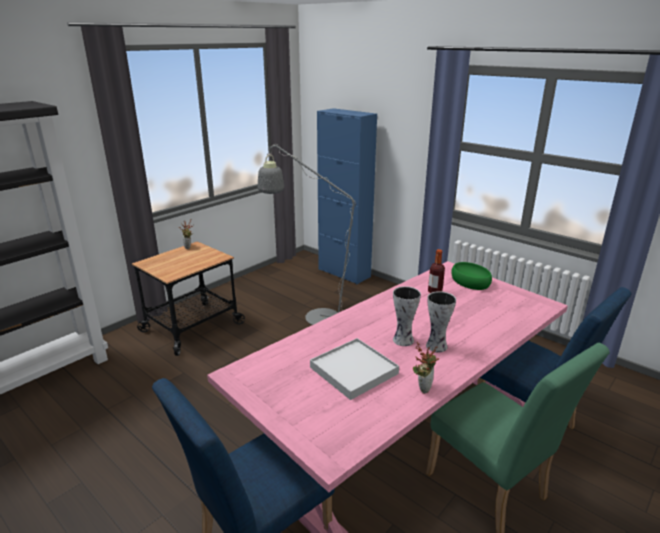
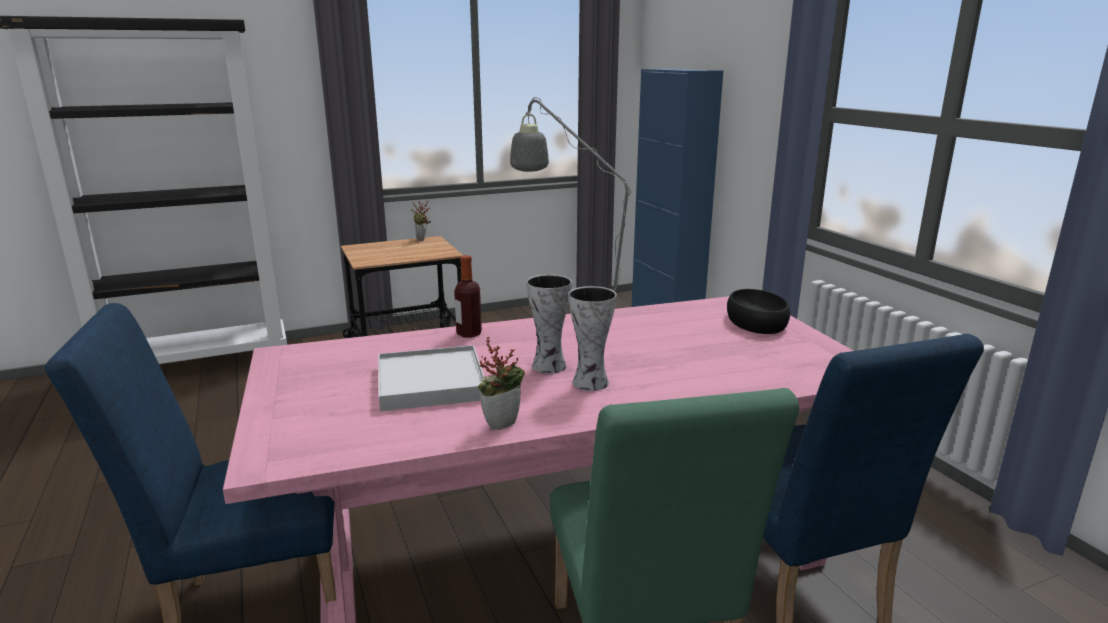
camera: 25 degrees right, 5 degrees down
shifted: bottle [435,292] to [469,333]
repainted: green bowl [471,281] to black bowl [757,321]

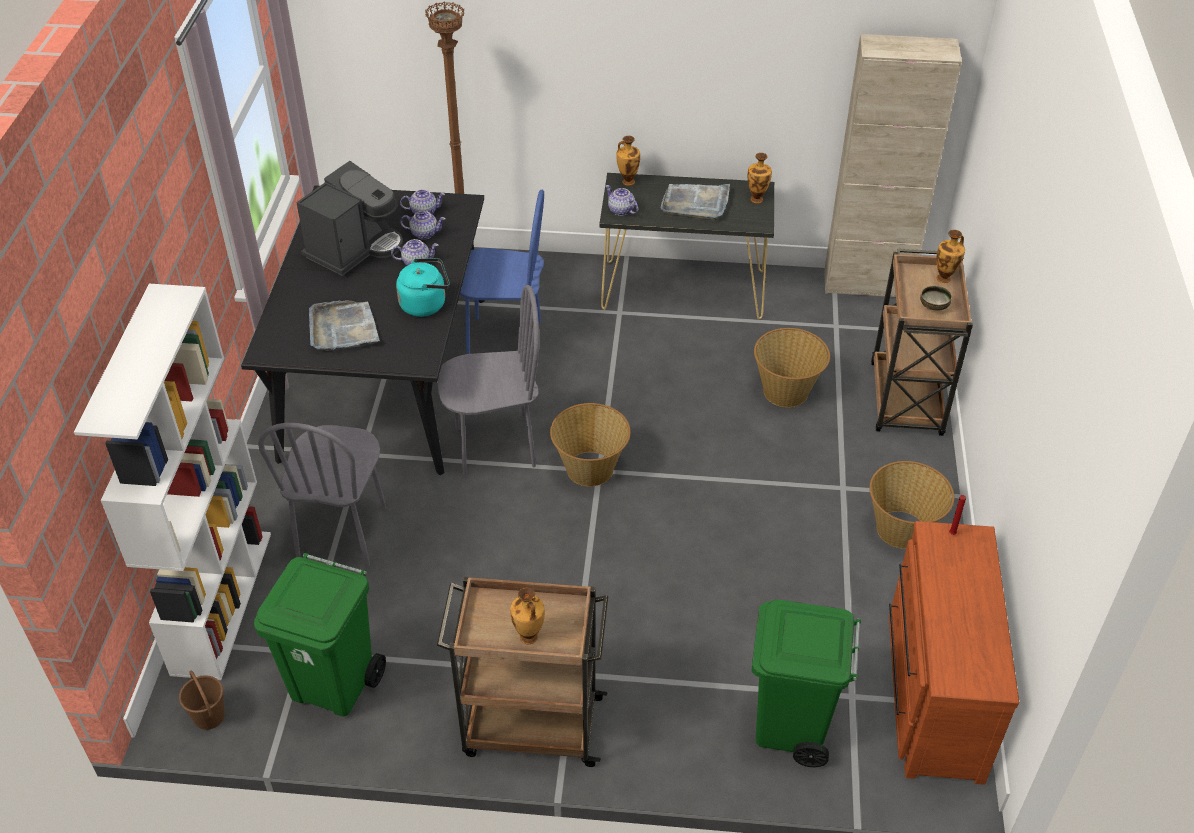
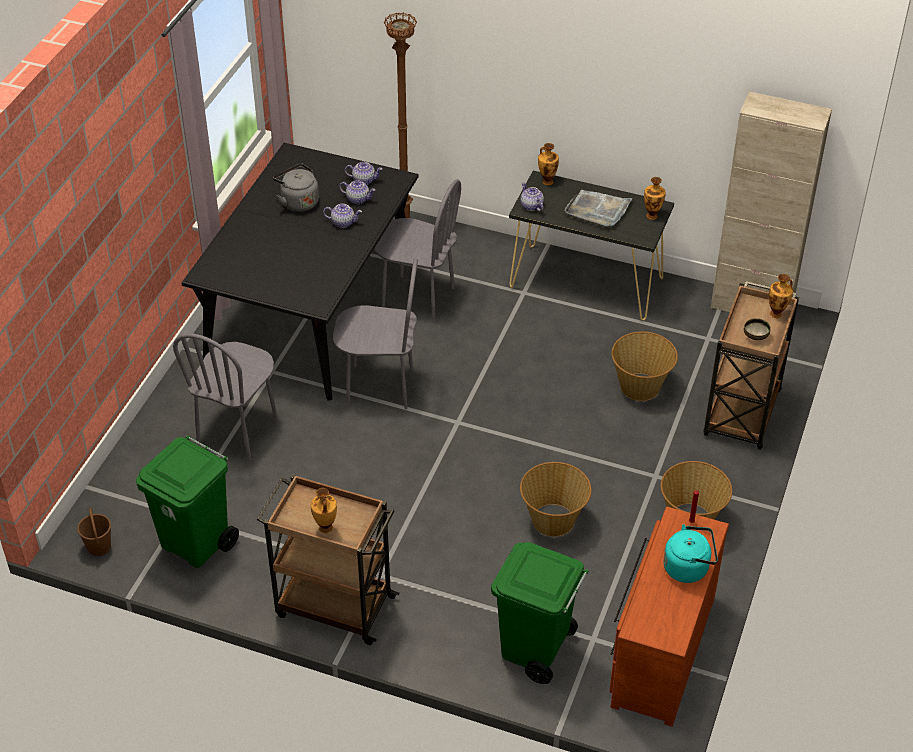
camera: 15 degrees right, 0 degrees up
gone: white bookcase [221,601]; grey tray [343,329]
shifted: turquoise kettle [426,304] to [688,568]; basket [590,469] to [553,520]
swapped: coffee machine [354,248] to grey kettle [298,202]
repainted: blue chair [504,339] to grey chair [418,298]

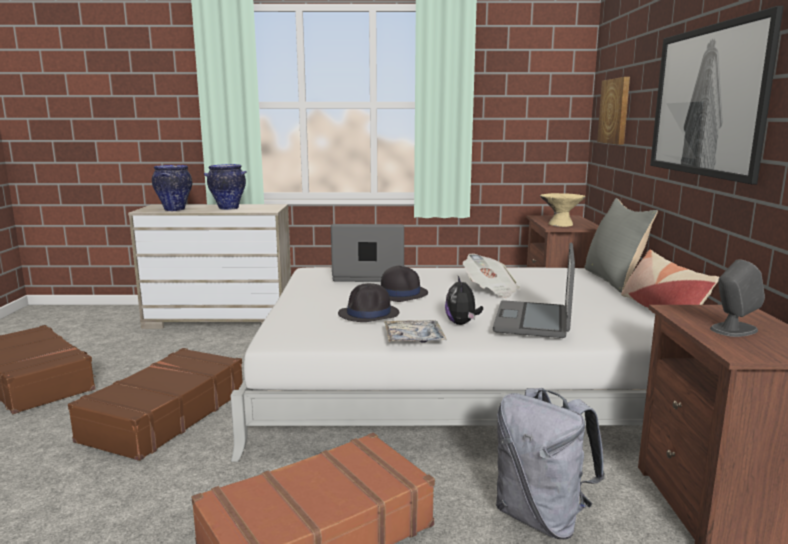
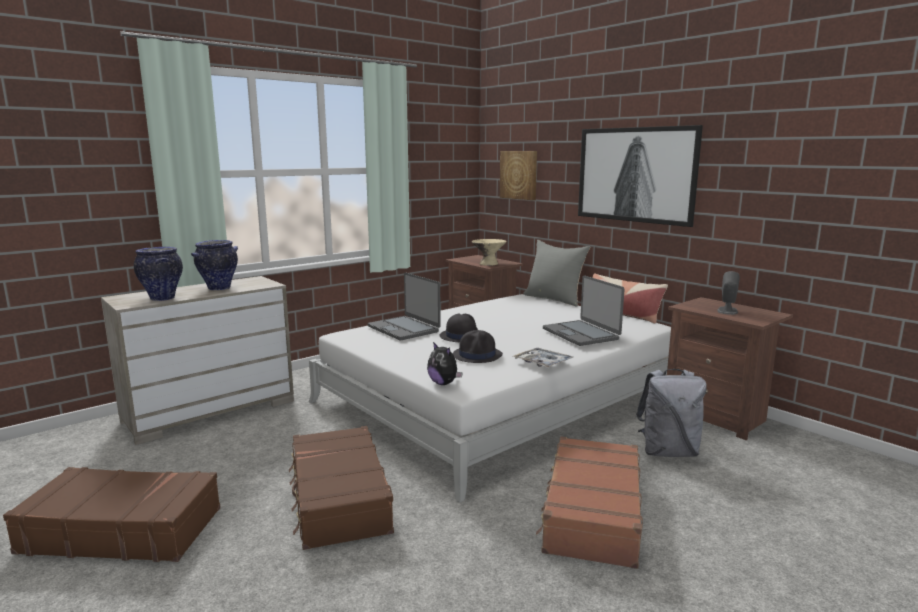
camera: 40 degrees left, 0 degrees up
gone: newspaper [490,290]
shifted: plush toy [462,323] to [444,383]
rotated: laptop [369,276] = [404,329] 90 degrees counterclockwise

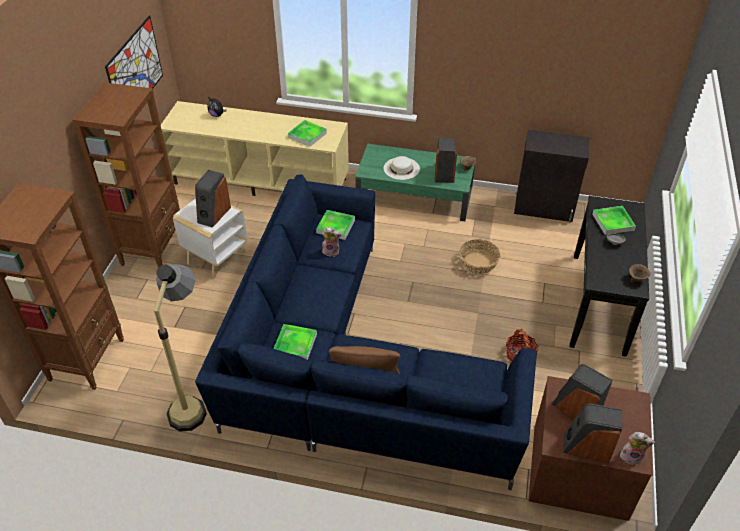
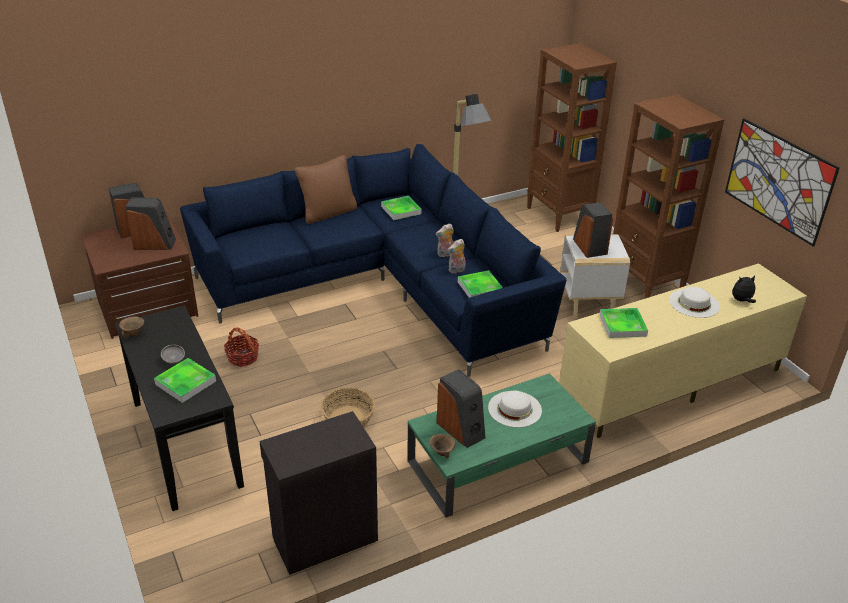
camera: 140 degrees right, 10 degrees down
new: white hat [694,303]
shifted: plush toy [631,456] to [445,254]

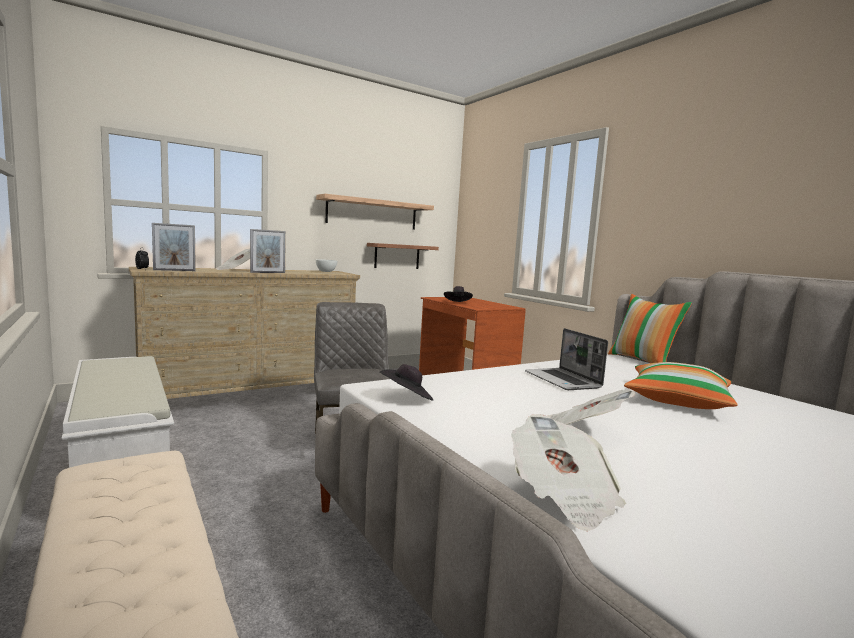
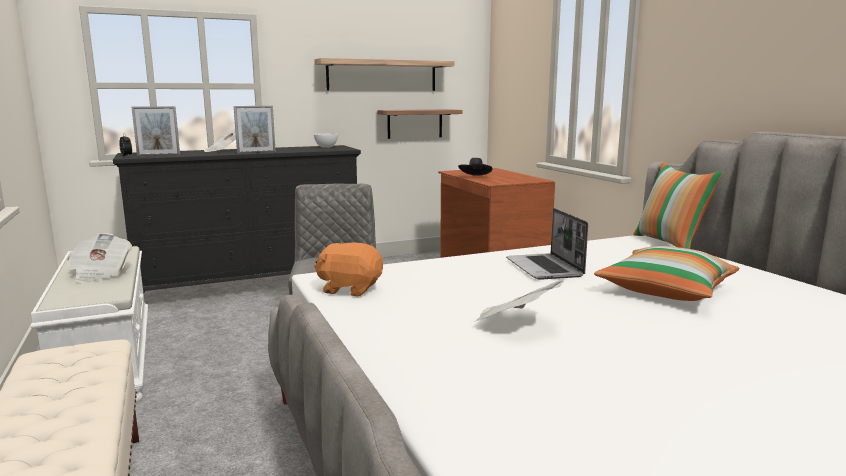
camera: 10 degrees right, 5 degrees up
shifted: newspaper [563,497] to [100,273]
swapped: black hat [407,398] to orange plush toy [350,289]
repainted: beige dresser [252,396] to black dresser [252,286]

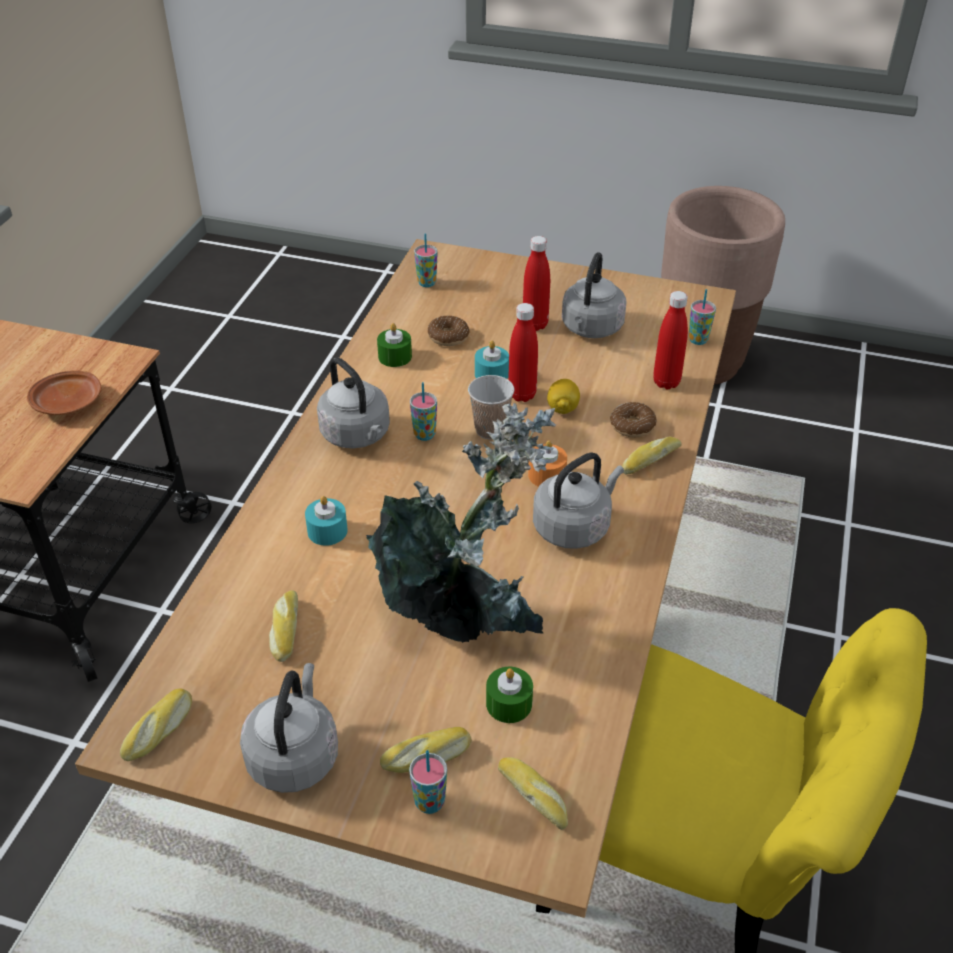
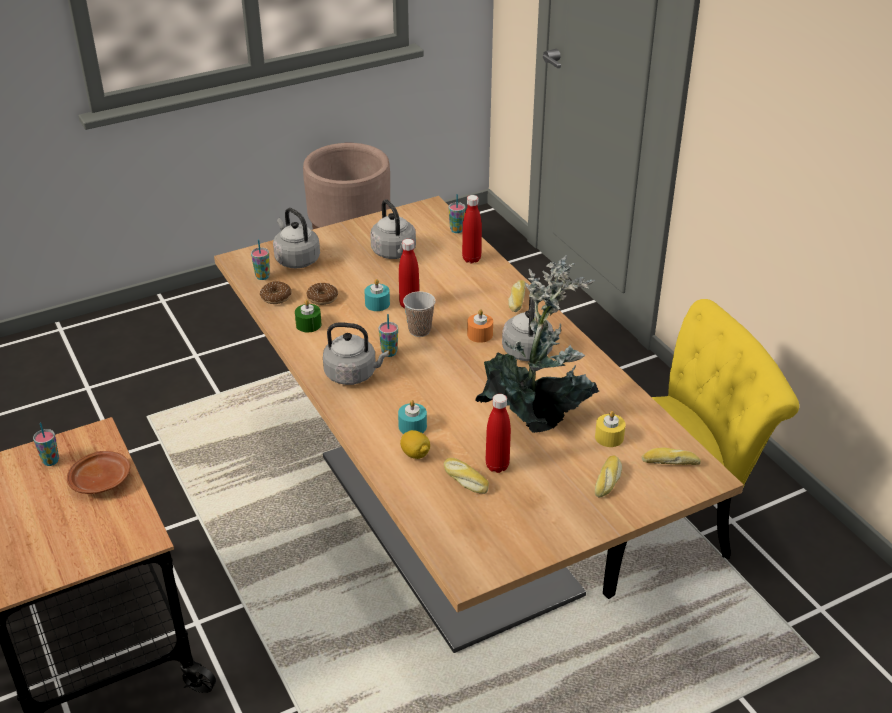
camera: 45 degrees left, 5 degrees down
gone: bread [160,731]
shifted: grey kettle [294,755] to [296,259]; cup [429,802] to [51,461]; red bottle [535,324] to [497,466]; lemon [562,408] to [415,454]; donut [632,426] to [276,297]
repainted: green candle [509,703] to yellow candle [609,437]

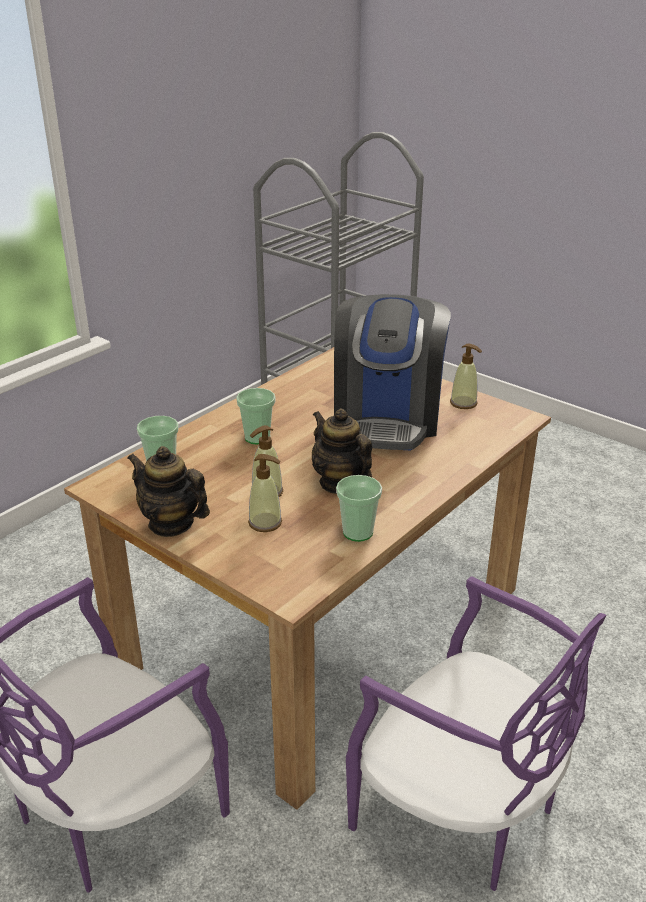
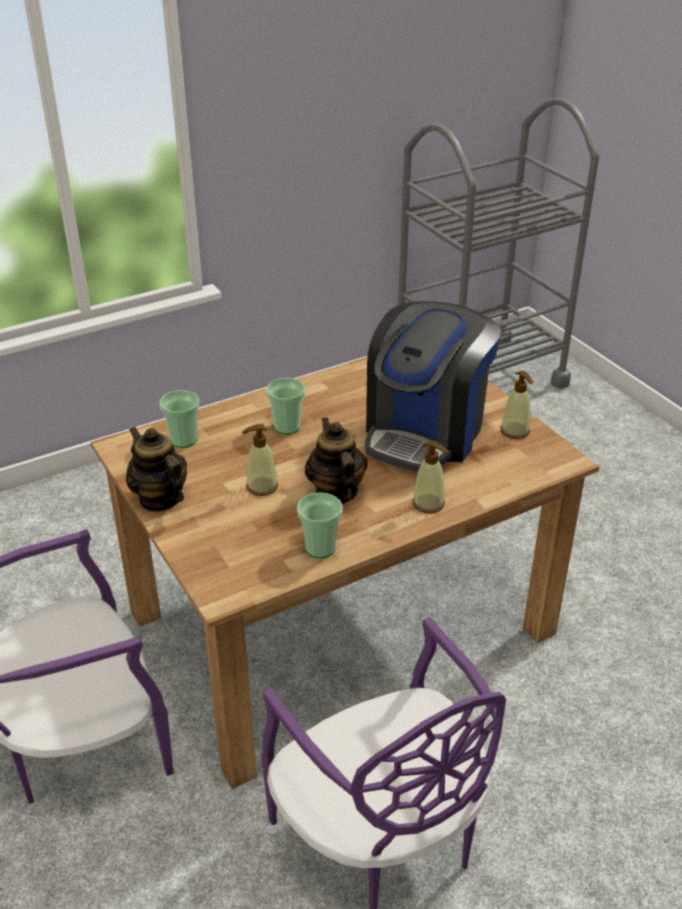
camera: 20 degrees right, 5 degrees up
shifted: soap dispenser [265,523] to [428,504]

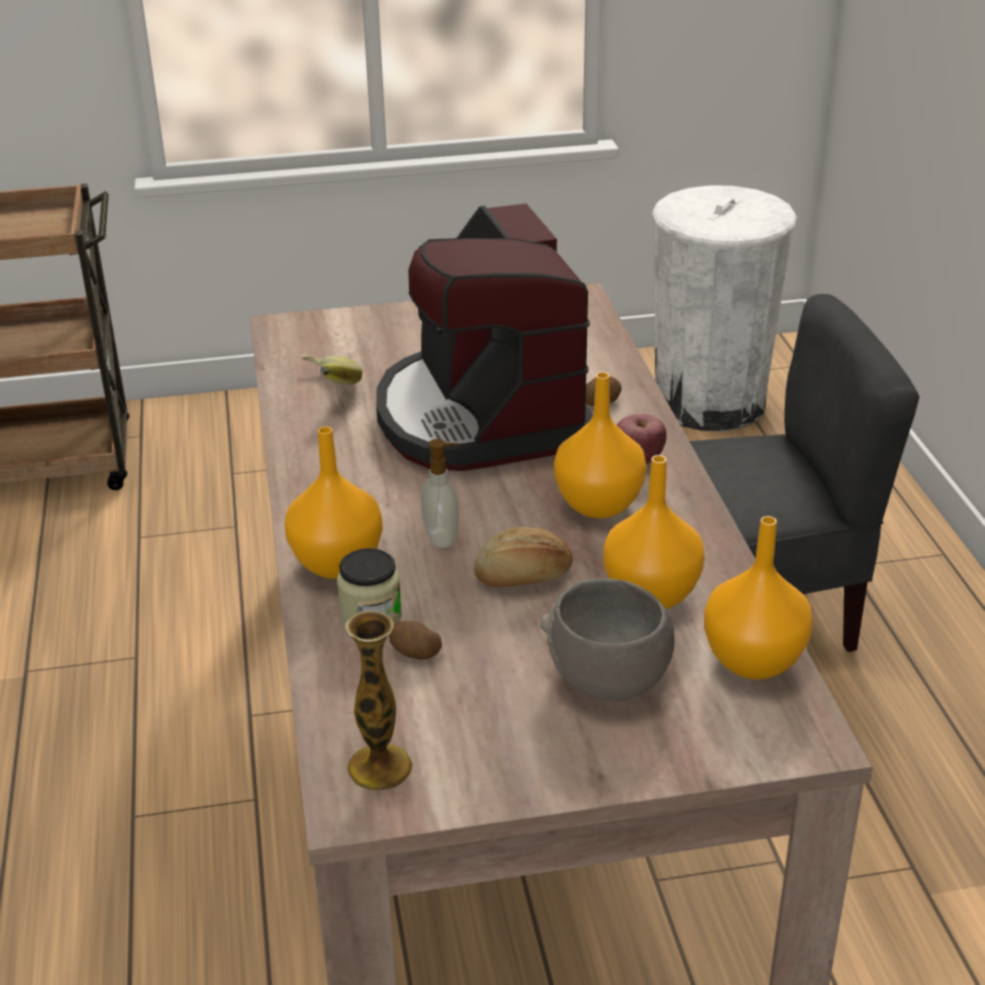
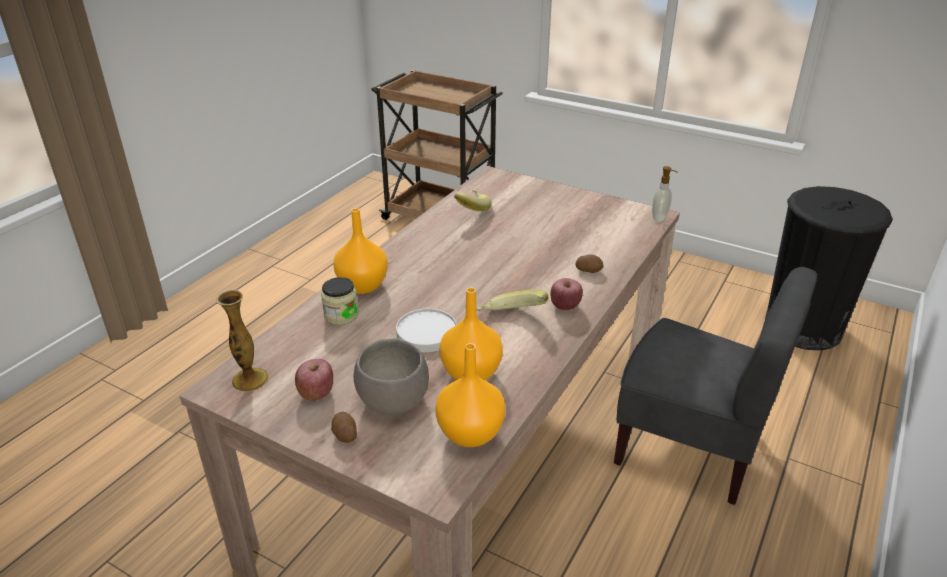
camera: 40 degrees right, 0 degrees up
gone: coffee machine [481,417]
new: apple [316,393]
shifted: potato [414,653] to [344,435]; soap dispenser [442,537] to [660,218]
swapped: bread [524,577] to white plate [427,333]; orange vase [597,505] to banana [511,318]
repainted: white trash can [709,402] to black trash can [803,327]

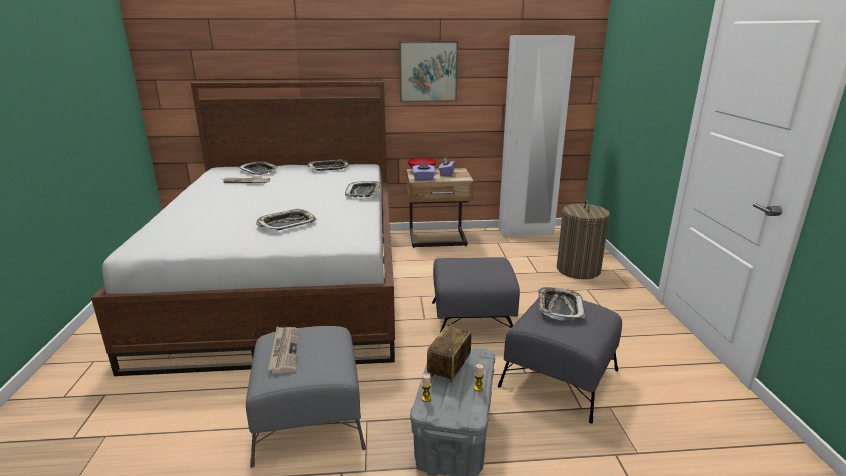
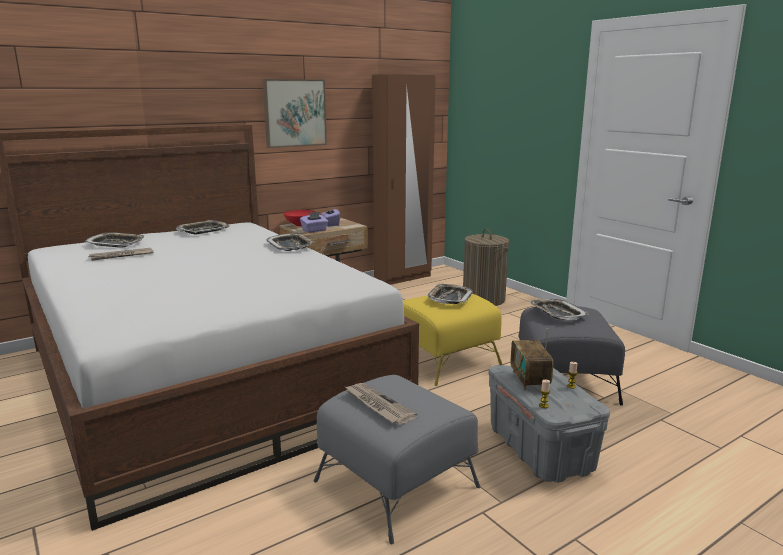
camera: 30 degrees left, 5 degrees down
shifted: tray [287,224] to [450,298]
repainted: grey ottoman [473,321] to yellow ottoman [445,359]; white wardrobe [525,232] to brown wardrobe [403,278]

